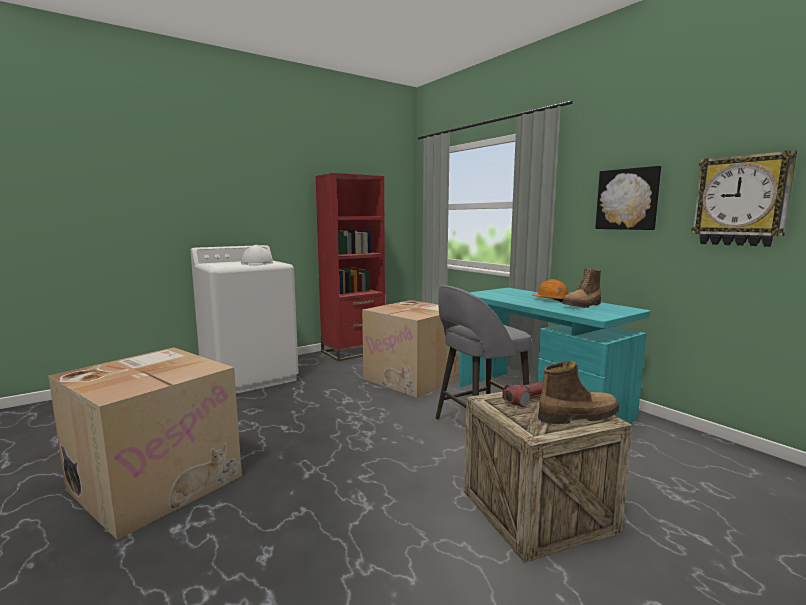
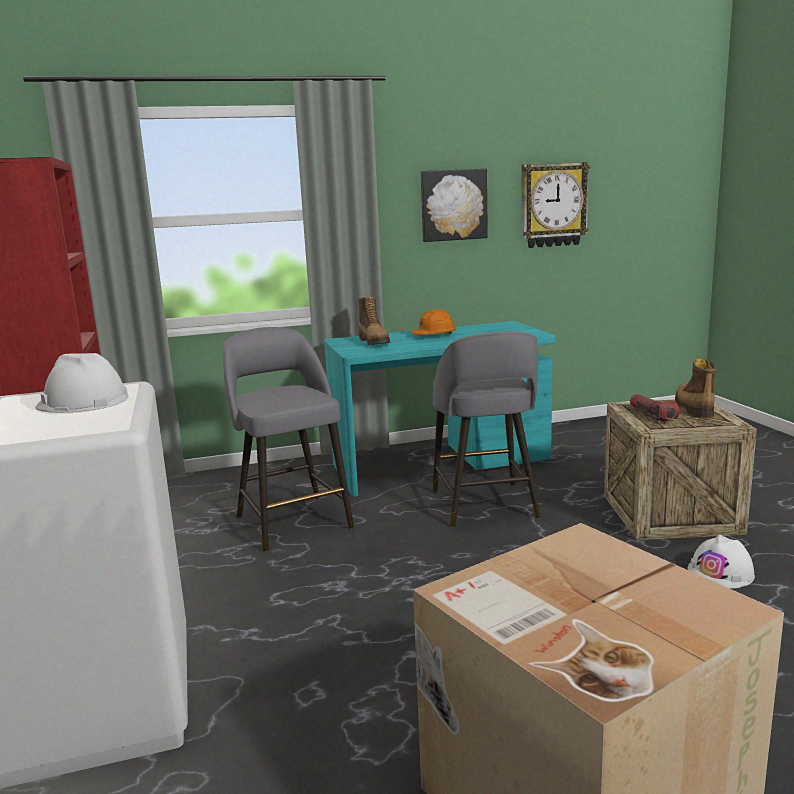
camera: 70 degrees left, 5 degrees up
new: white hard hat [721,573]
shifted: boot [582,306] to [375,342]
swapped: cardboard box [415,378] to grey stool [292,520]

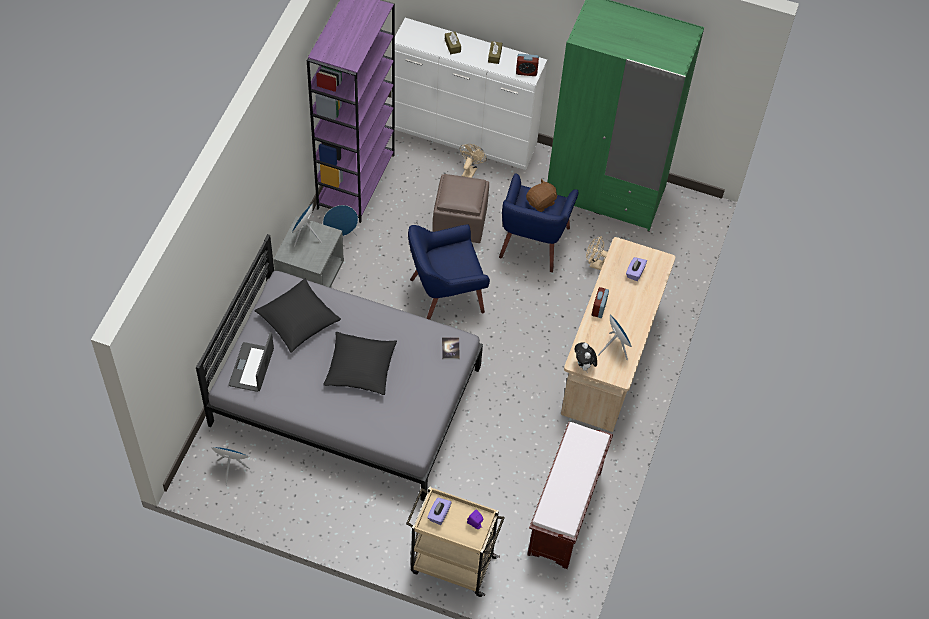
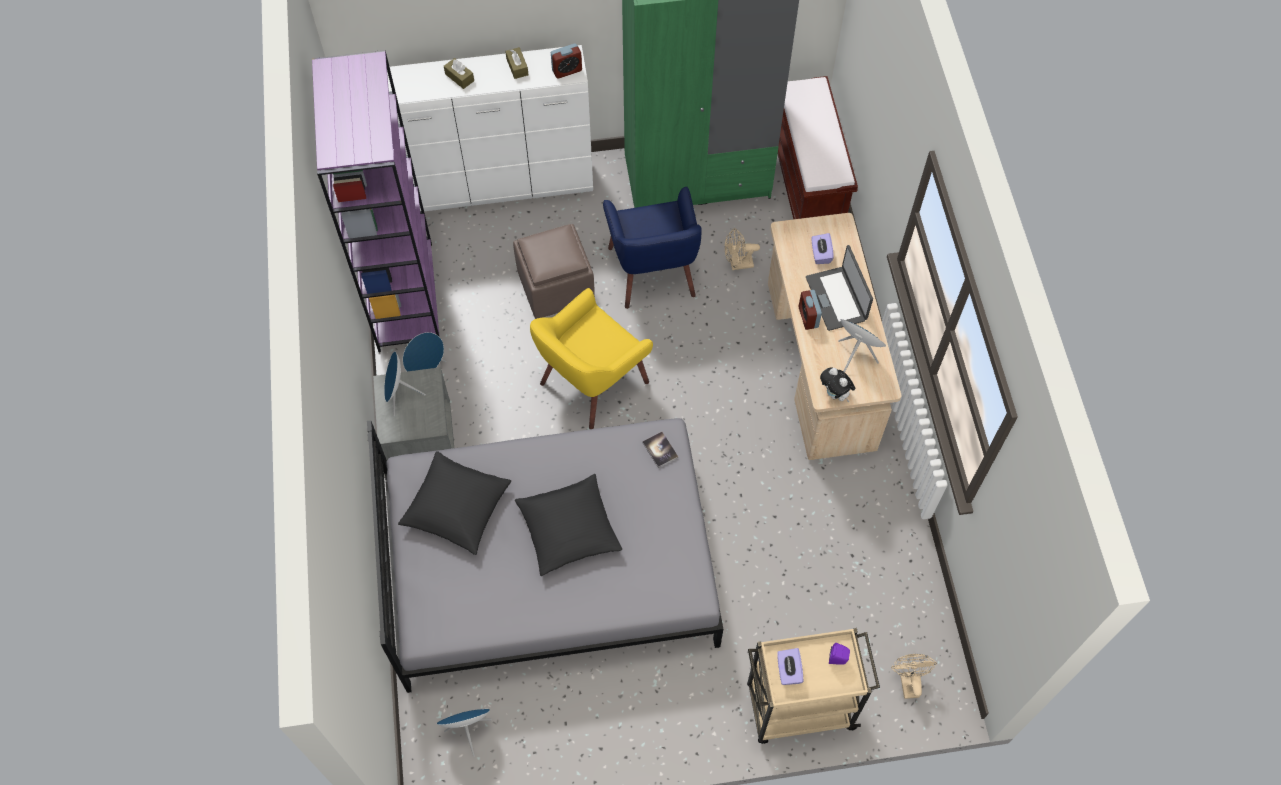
camera: 25 degrees left, 5 degrees up
gone: brown plush toy [541,202]
shifted: laptop [252,367] to [837,298]; beige fan [470,170] to [908,681]; brown bench [565,514] to [807,187]
repainted: blue armchair [445,294] to yellow armchair [592,382]

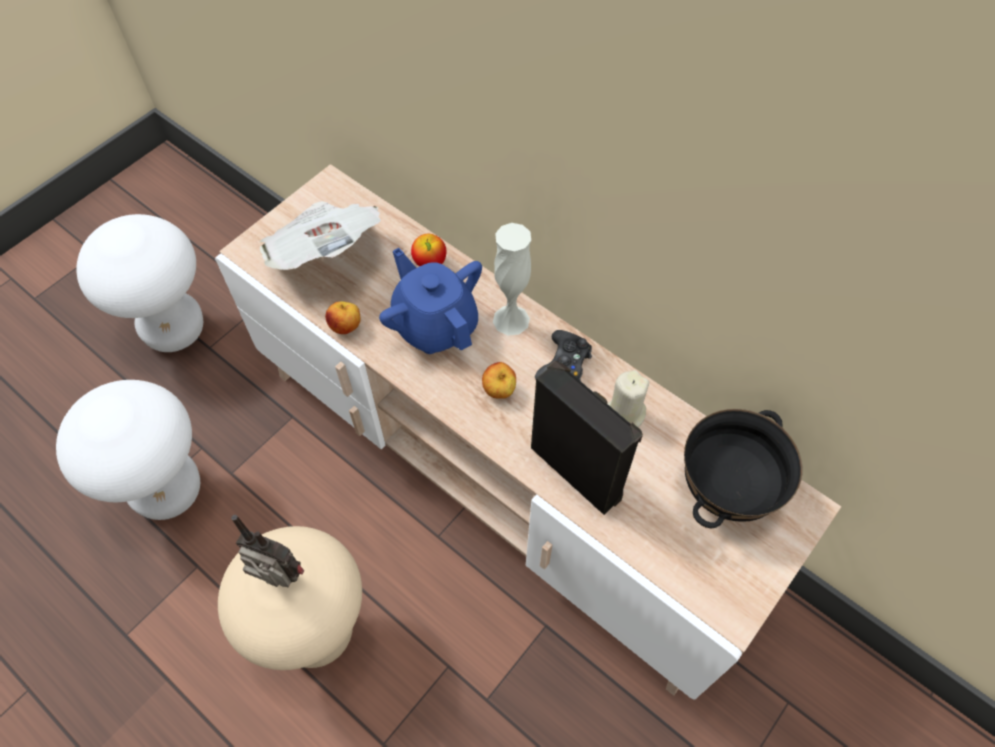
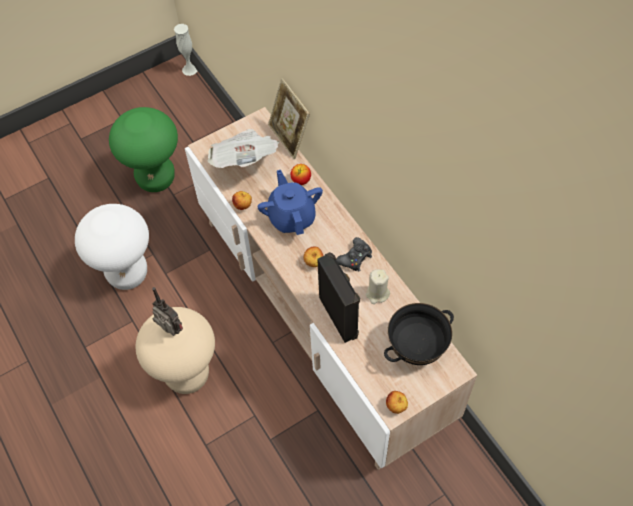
camera: 20 degrees right, 0 degrees up
new: picture frame [289,138]; apple [396,406]
shifted: white vase [511,320] to [190,69]
repainted: white stool [174,330] to green stool [156,179]

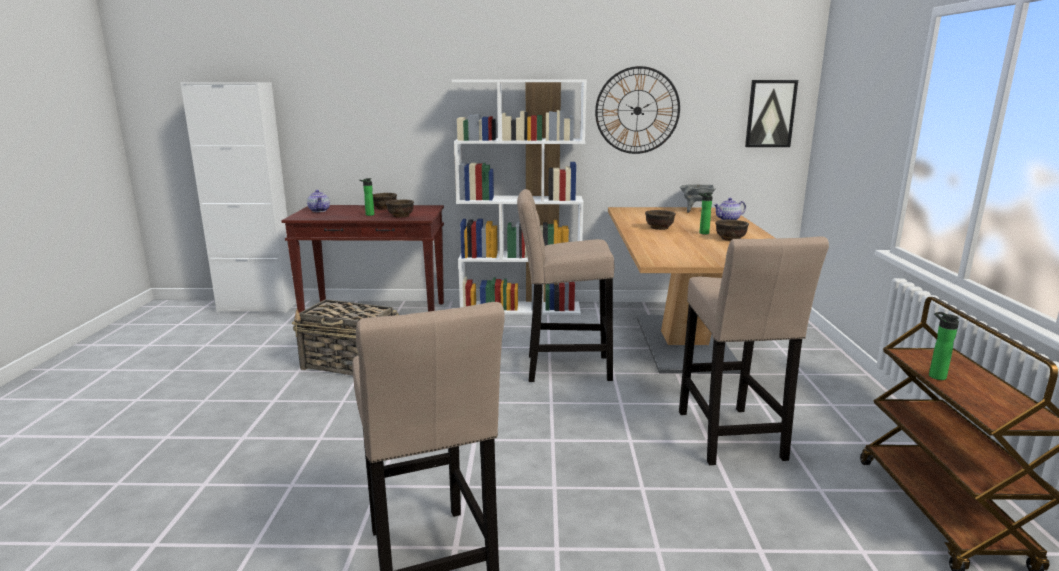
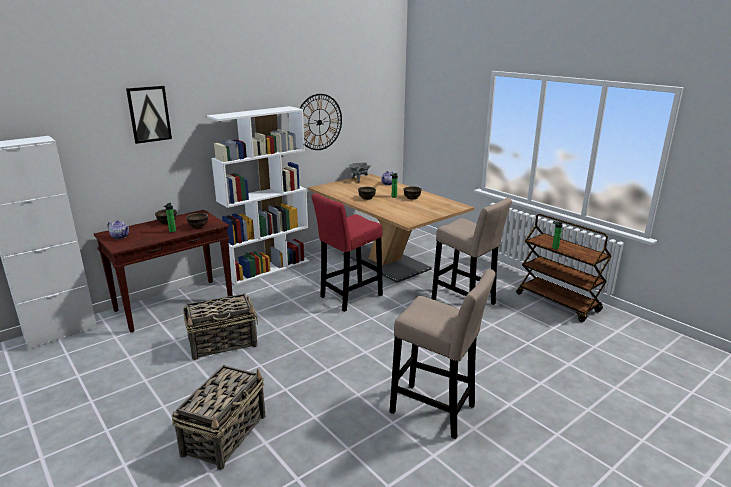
camera: 40 degrees left, 5 degrees up
new: basket [225,434]
shifted: picture [770,113] to [149,114]
repainted: beige stool [562,368] to red stool [348,297]

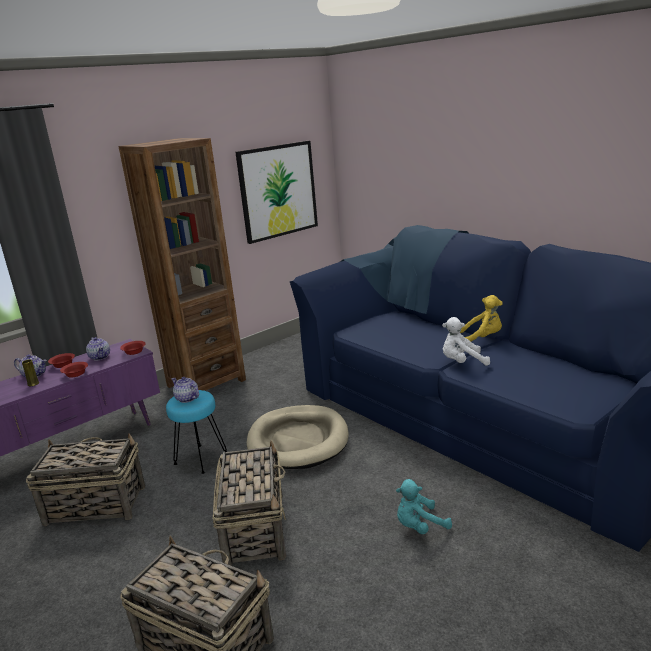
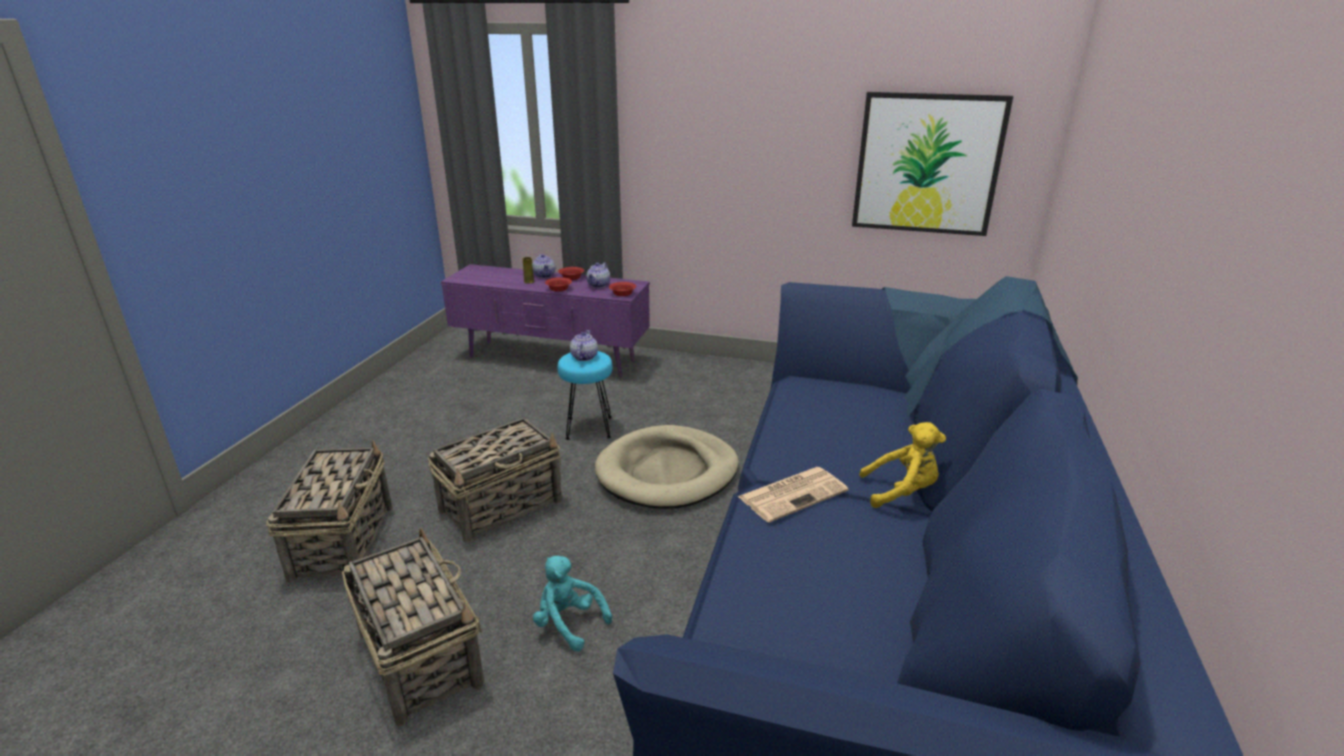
camera: 55 degrees right, 5 degrees up
gone: brown bookcase [206,383]
shifted: basket [94,505] to [419,656]
swapped: white plush toy [462,362] to newspaper [793,493]
rotated: yellow plush toy [483,338] = [901,492] 60 degrees counterclockwise

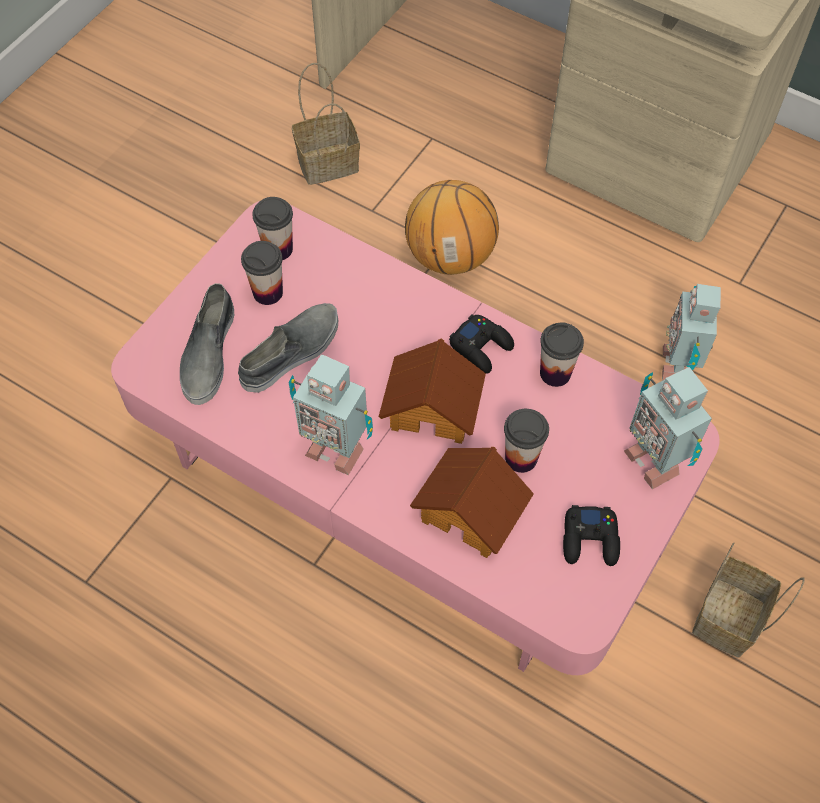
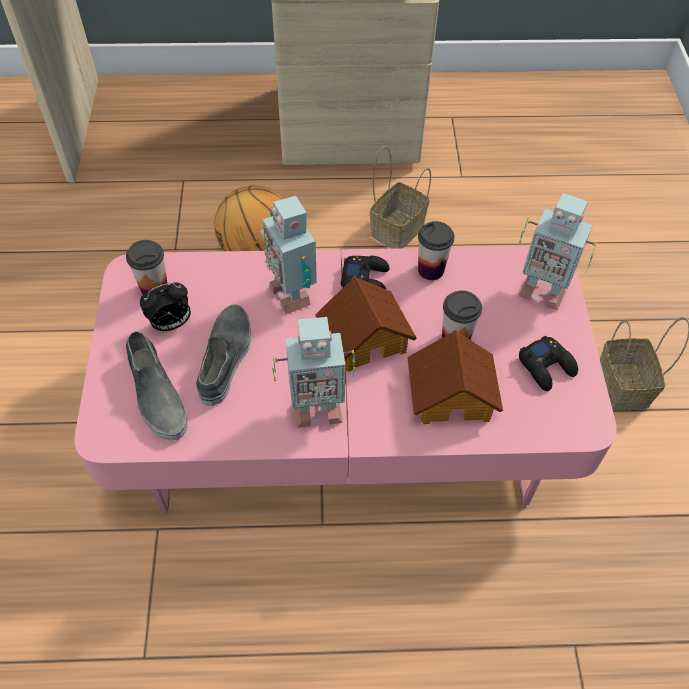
camera: 35 degrees left, 5 degrees down
shifted: basket [329,162] to [397,228]; toy robot [680,364] to [293,293]
swapped: cup [268,292] to alarm clock [171,324]

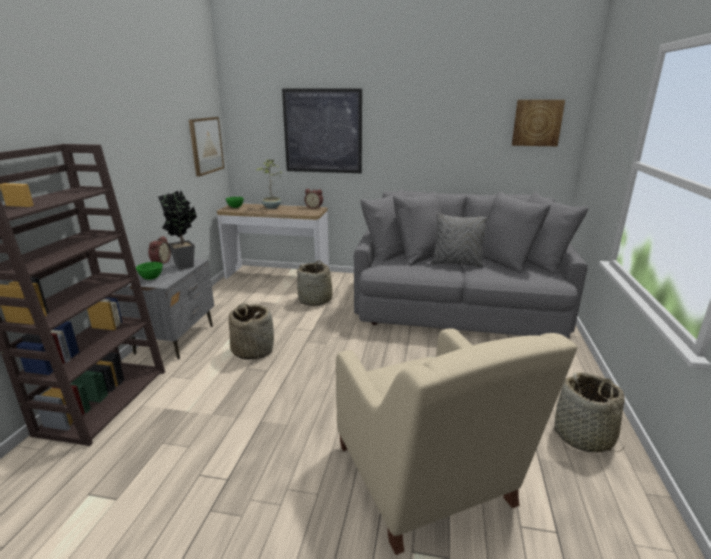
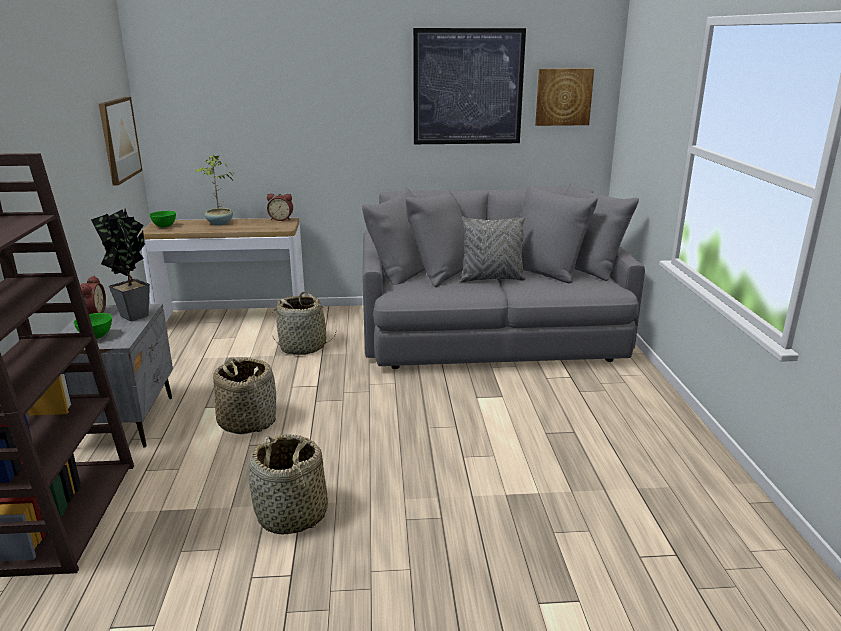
camera: 15 degrees left, 0 degrees up
gone: beige armchair [426,480]
shifted: picture [322,131] to [468,87]; basket [583,436] to [292,515]

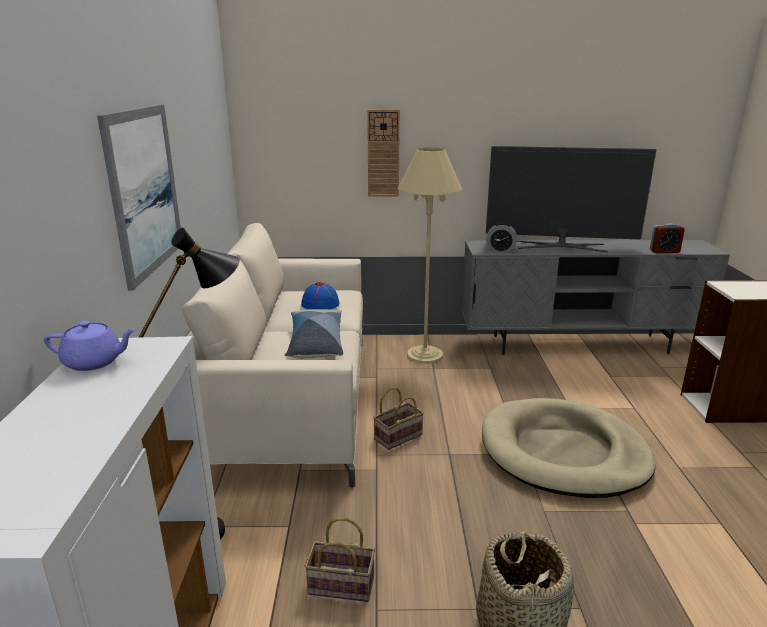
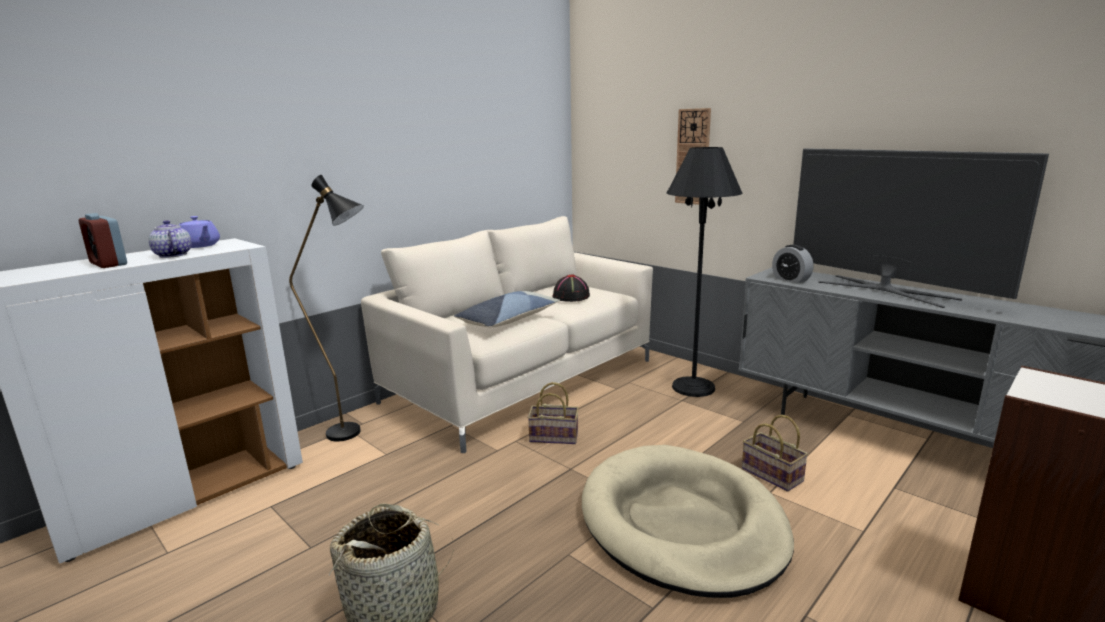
camera: 45 degrees right, 5 degrees down
gone: picture [145,191]
new: teapot [172,255]
shifted: basket [339,586] to [770,474]; alarm clock [664,251] to [108,264]
repainted: blue hat [320,304] to black hat [571,297]; beige floor lamp [425,355] to black floor lamp [693,387]

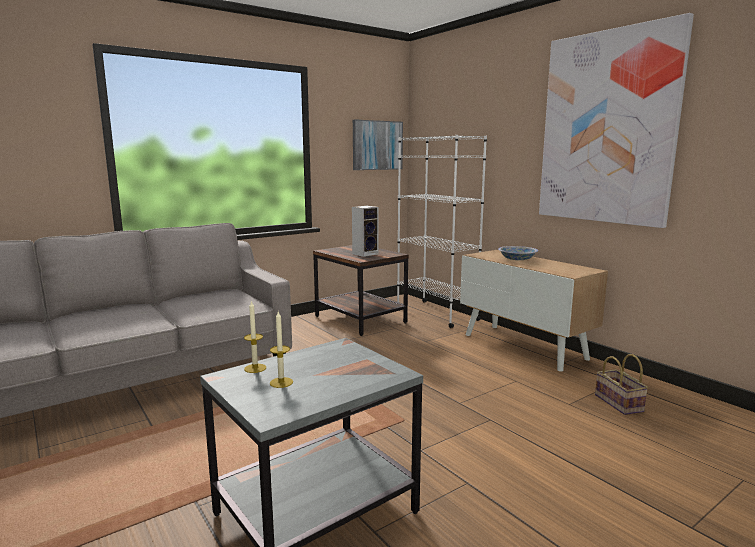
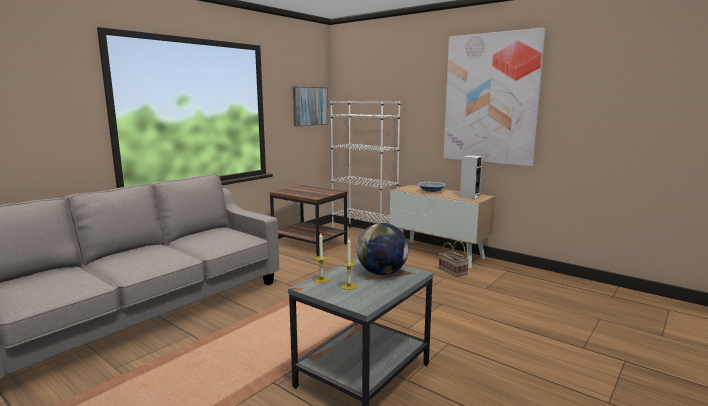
camera: 15 degrees left, 0 degrees up
new: globe [382,273]
shifted: speaker [365,254] to [469,196]; basket [620,403] to [453,271]

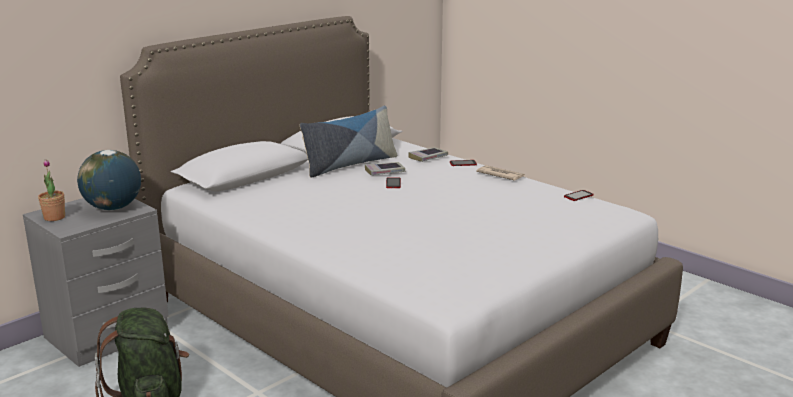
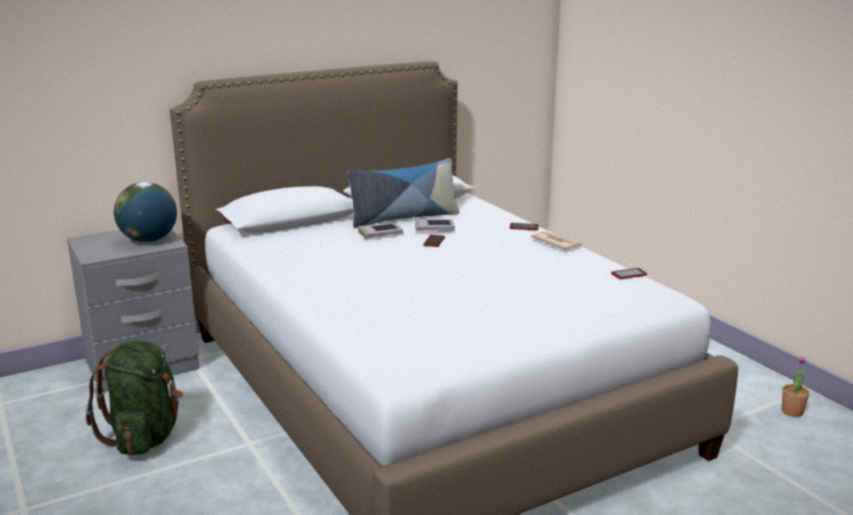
camera: 15 degrees right, 0 degrees up
shifted: potted plant [54,217] to [792,411]; book [428,157] to [380,234]

